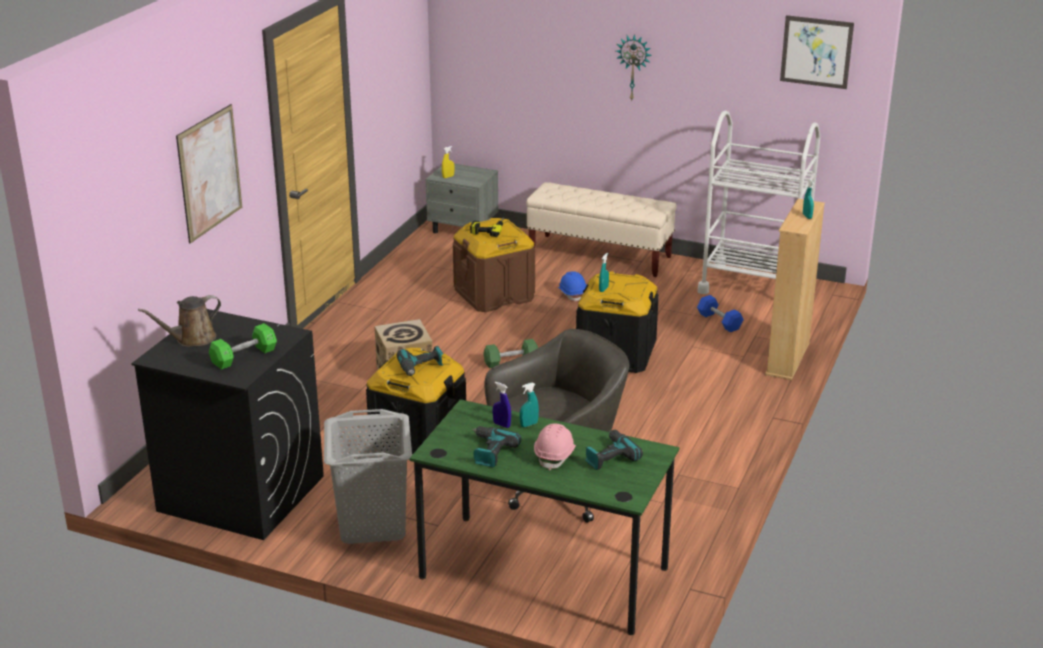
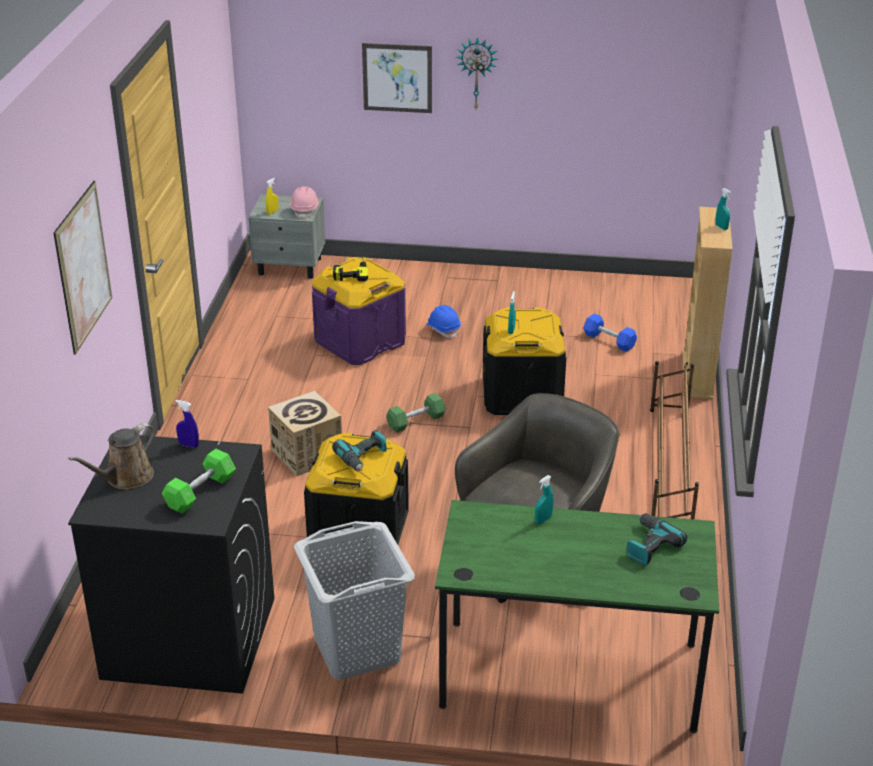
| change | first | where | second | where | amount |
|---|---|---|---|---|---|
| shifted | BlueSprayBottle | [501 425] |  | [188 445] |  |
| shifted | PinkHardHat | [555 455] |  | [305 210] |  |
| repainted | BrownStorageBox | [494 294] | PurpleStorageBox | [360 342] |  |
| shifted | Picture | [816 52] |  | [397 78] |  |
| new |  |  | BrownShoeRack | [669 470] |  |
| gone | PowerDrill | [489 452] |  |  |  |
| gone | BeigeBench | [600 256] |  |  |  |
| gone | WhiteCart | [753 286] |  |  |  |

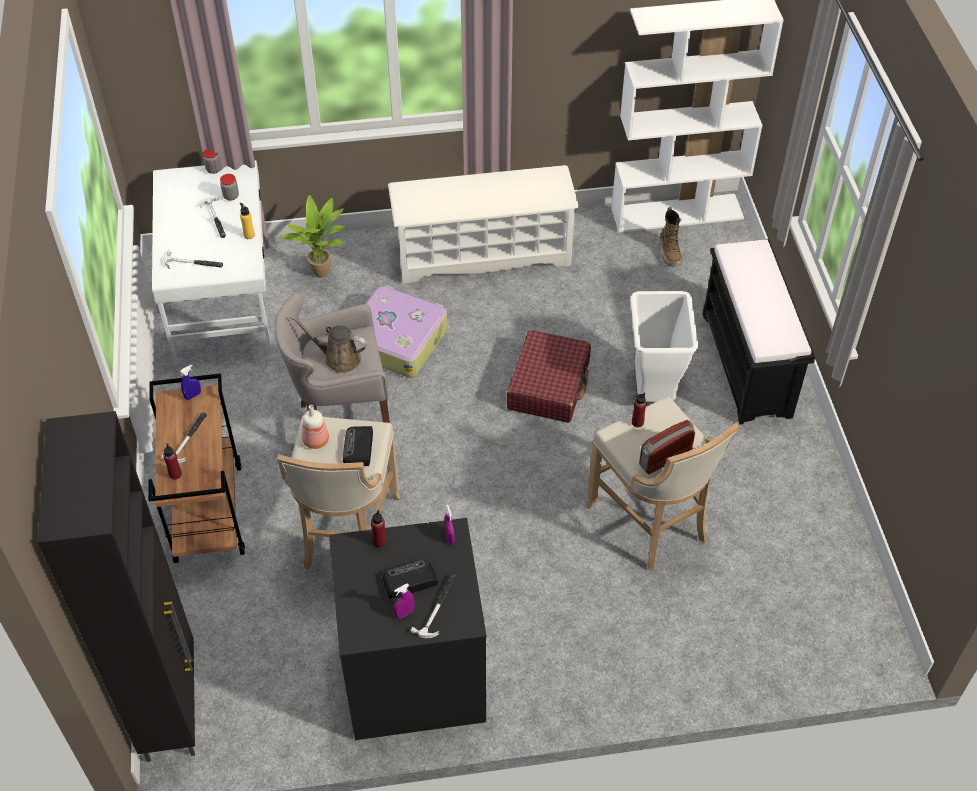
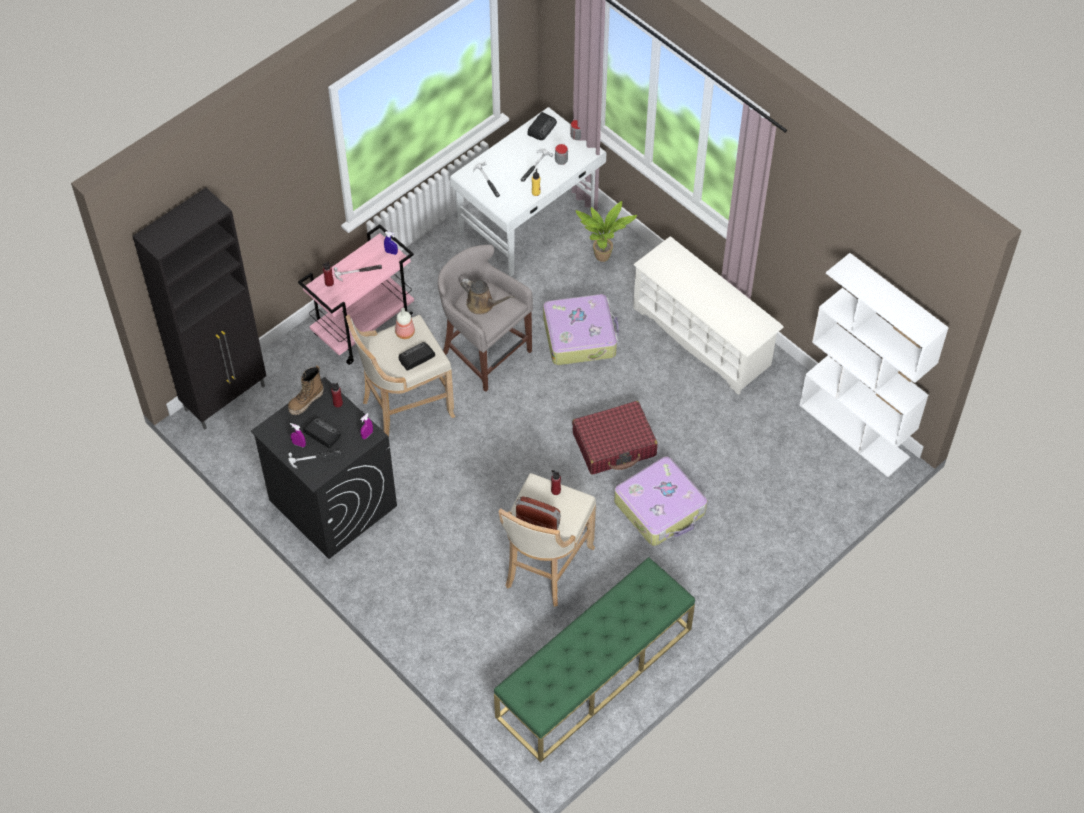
| change | first | where | second | where | amount |
|---|---|---|---|---|---|
| shifted | Boot | [669 253] |  | [306 402] |  |
| repainted | BrownCart | [207 512] | PinkCart | [364 326] |  |
| rotated | BrownWateringCan | [338 358] |  | [482 304] | 135 degrees clockwise |
| new |  |  | GreenBench | [594 673] |  |
| new |  |  | Radio | [542 128] |  |
| swapped | WhiteTrashCan | [652 391] | Suitcase | [660 508] |  |
| gone | BlackBench | [747 365] |  |  |  |

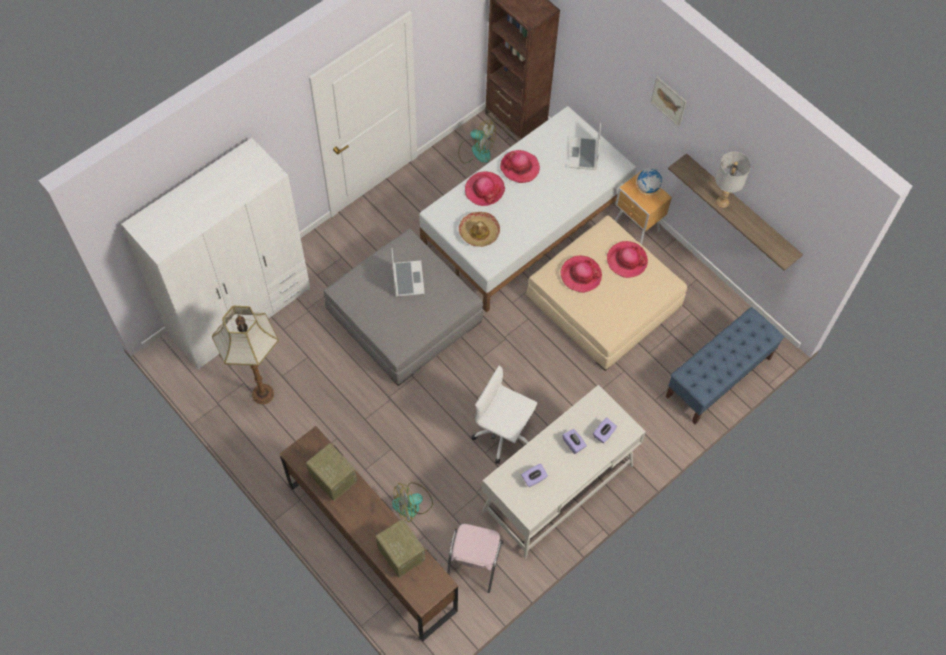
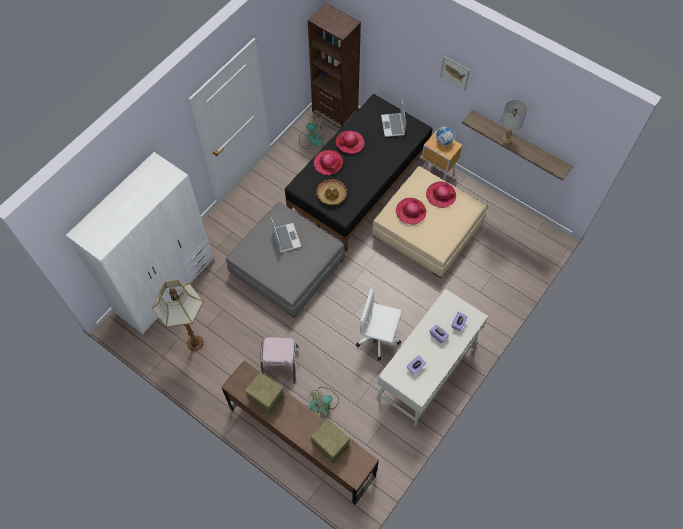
| change | first | where | second | where | amount |
|---|---|---|---|---|---|
| shifted | PinkChair | [473 563] |  | [280 365] |  |
| repainted | WhiteBed | [527 224] | BlackBed | [360 183] |  |
| gone | BlueBench | [718 377] |  |  |  |

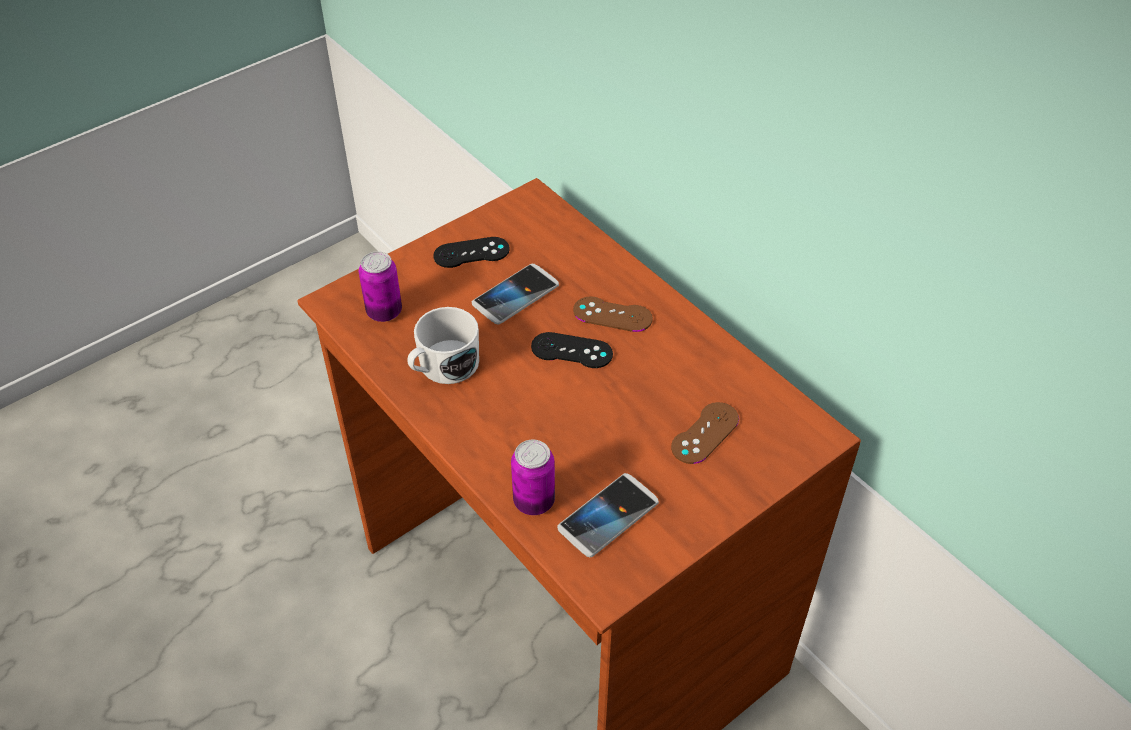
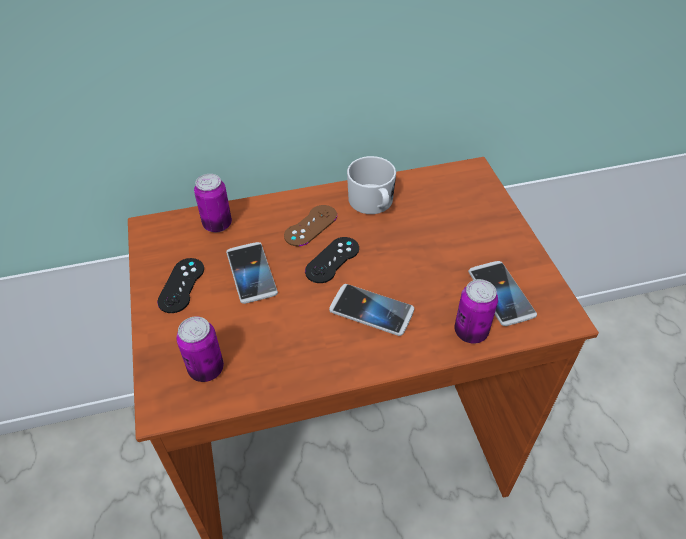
| change | first | where | second | where | amount |
|---|---|---|---|---|---|
| new |  |  | Can | [217 224] |  |
| new |  |  | Phone | [371 310] |  |
| shifted | WhiteMug | [443 367] |  | [373 203] |  |
| gone | BrownGameController | [705 433] |  |  |  |

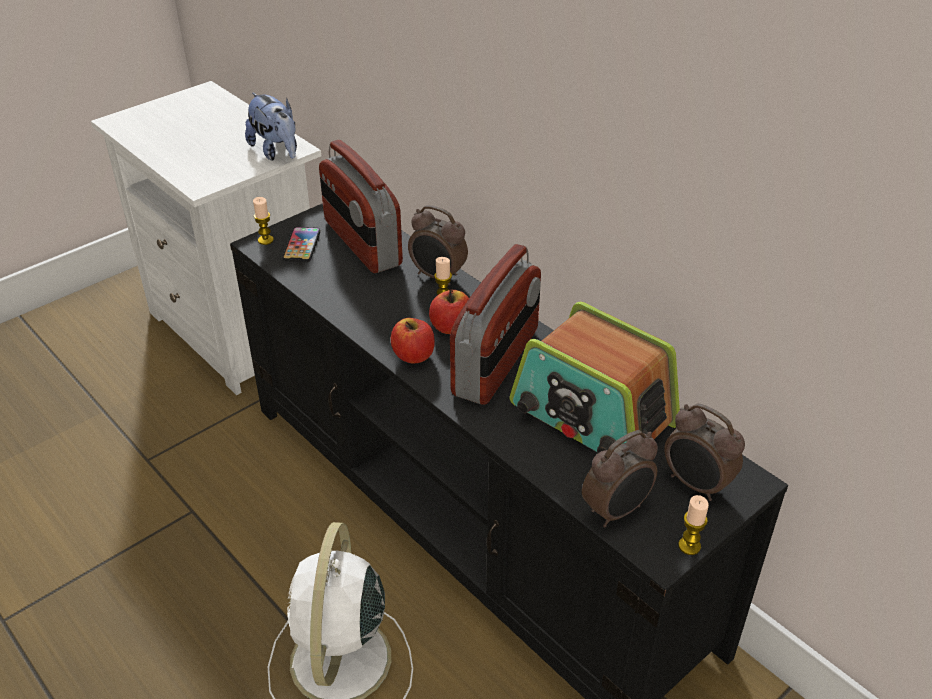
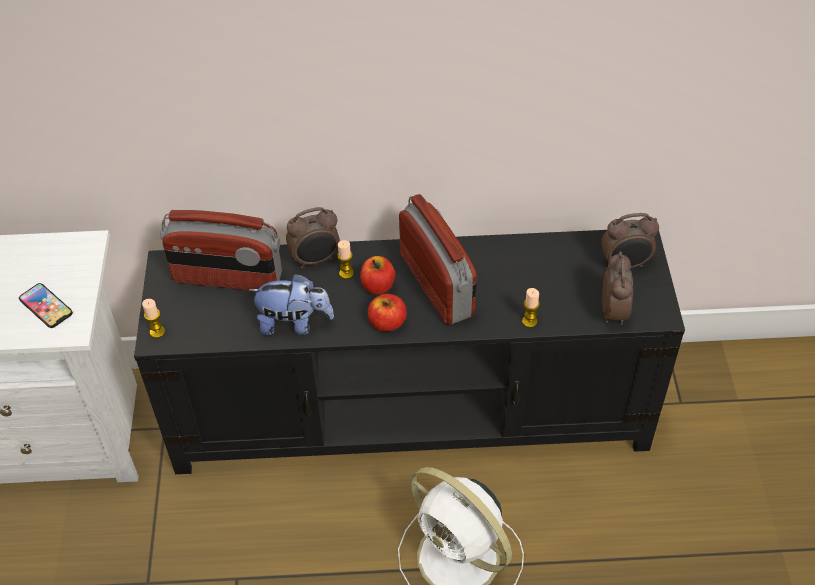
| change | first | where | second | where | amount |
|---|---|---|---|---|---|
| shifted | Phone | [301 245] |  | [46 306] |  |
| shifted | PlushToy | [276 152] |  | [294 323] |  |
| shifted | Candle | [689 546] |  | [529 321] |  |
| gone | Radio | [592 416] |  |  |  |

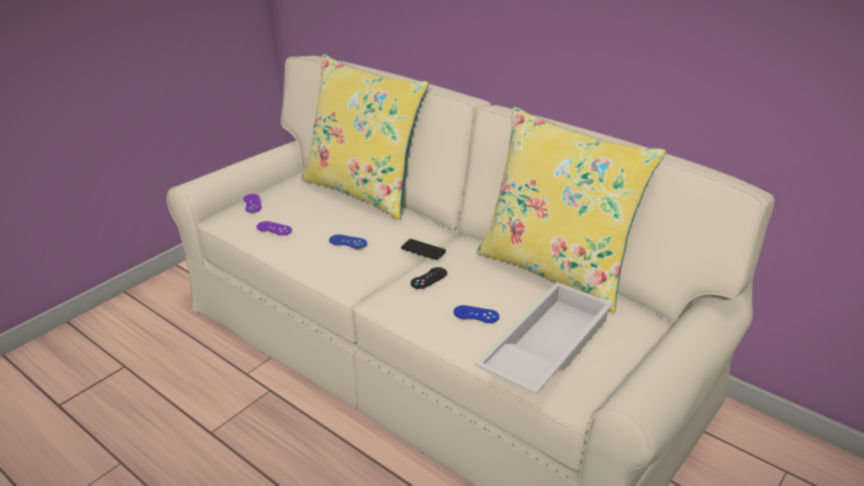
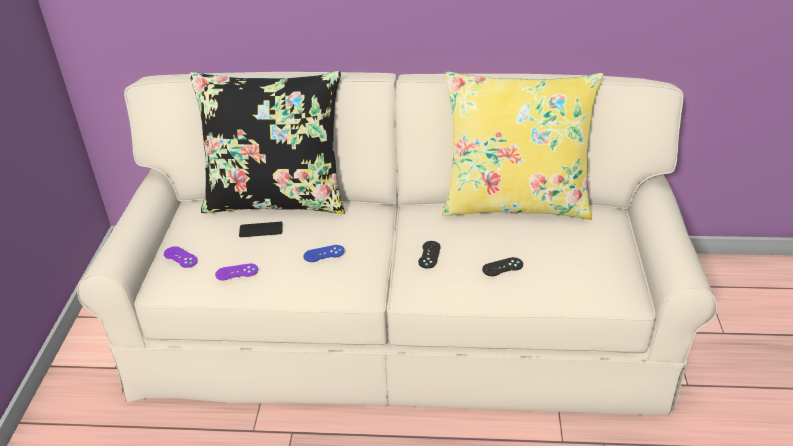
| change | first | where | second | where | amount |
|---|---|---|---|---|---|
| repainted | YellowPillow | [364 190] | BlackPillow | [277 199] |  |
| shifted | Phone | [423 250] |  | [261 230] |  |
| repainted | BlueGameController | [476 314] | BlackGameController | [502 267] |  |
| gone | WhiteTray | [544 347] |  |  |  |

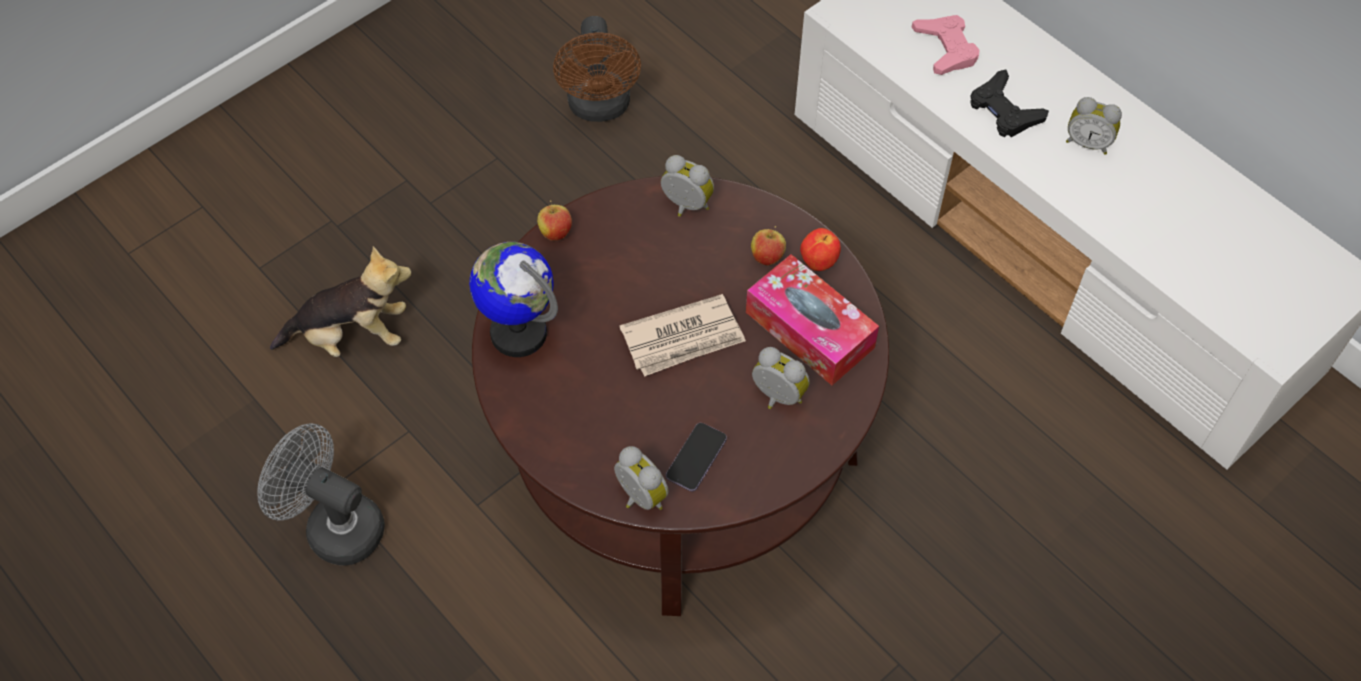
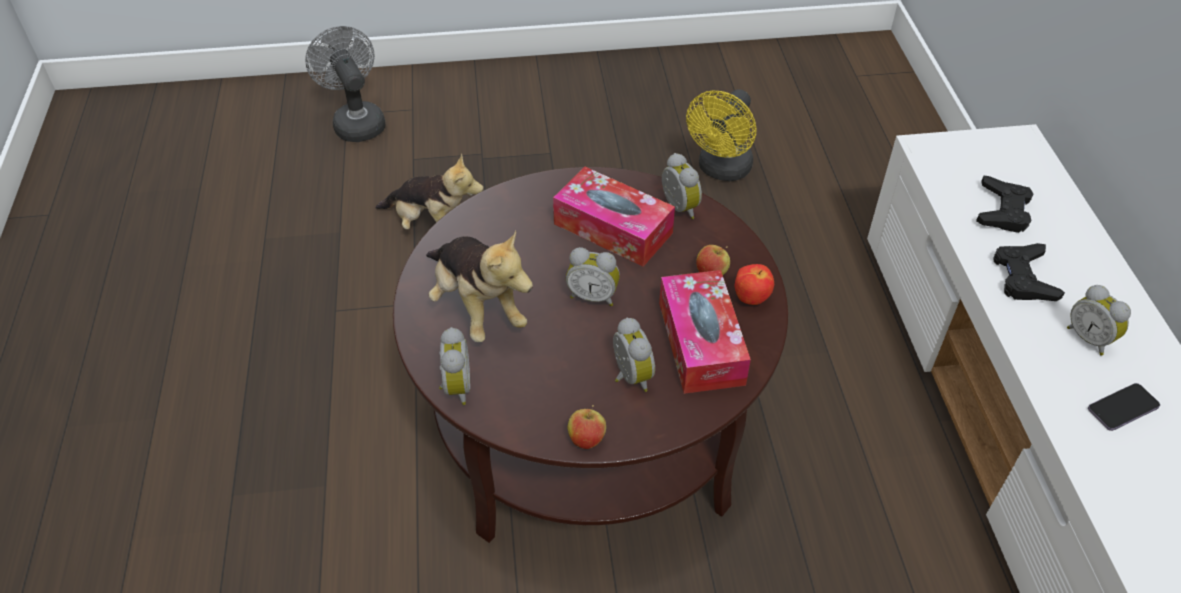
| change | first | where | second | where | amount |
|---|---|---|---|---|---|
| shifted | GreyFan | [334 526] |  | [356 121] |  |
| new |  |  | PlushToy | [477 307] |  |
| new |  |  | TissueBox | [613 228] |  |
| swapped | Newspaper | [683 338] | AlarmClock | [593 296] |  |
| shifted | Apple | [555 232] |  | [586 439] |  |
| repainted | BrownFan | [600 108] | YellowFan | [721 170] |  |
| repainted | PinkGameController | [945 49] | BlackGameController | [1002 210] |  |
| shifted | Phone | [696 458] |  | [1122 408] |  |
| gone | Globe | [518 332] |  |  |  |

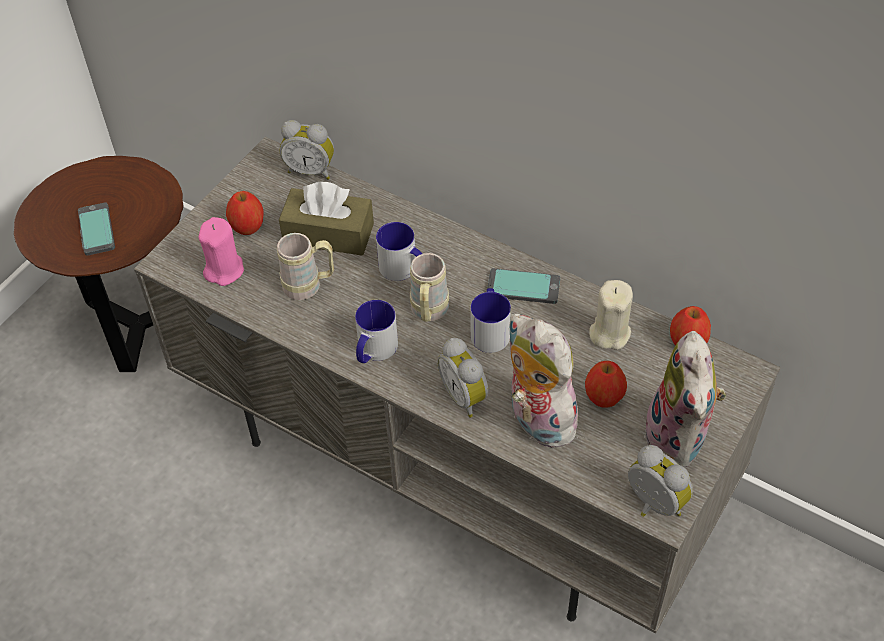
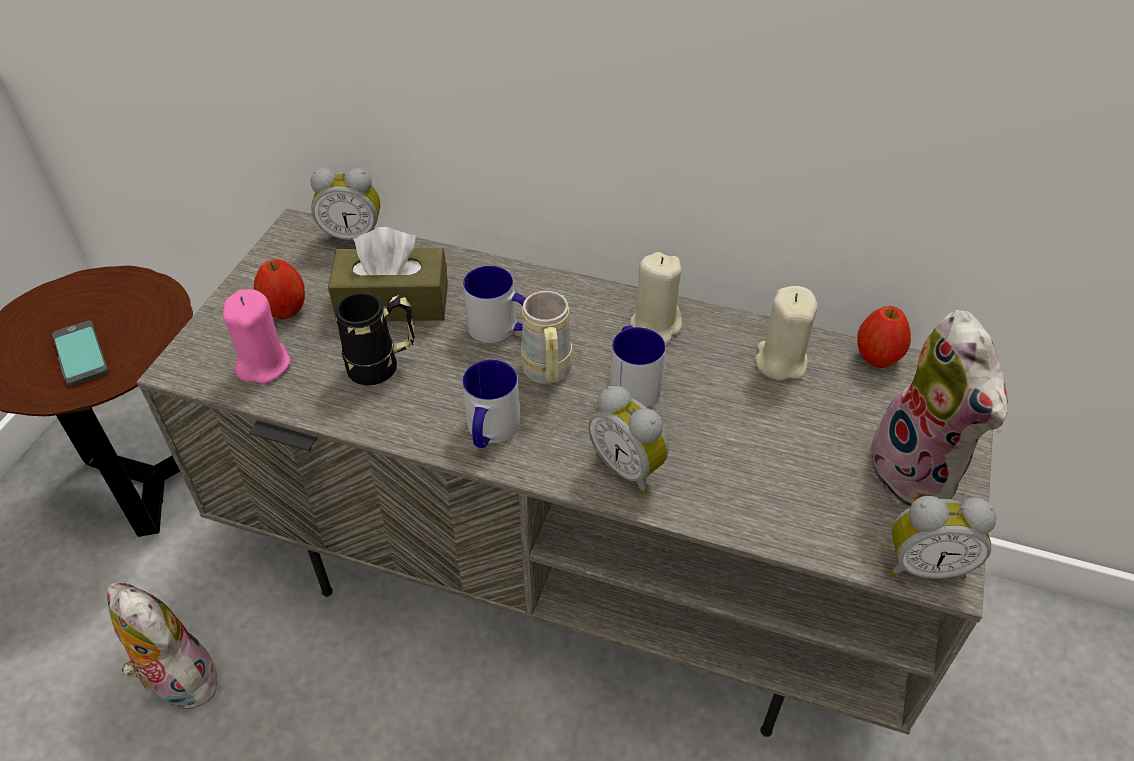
| change | first | where | second | where | amount |
|---|---|---|---|---|---|
| shifted | PlushToy | [536 419] |  | [177 680] |  |
| repainted | BeigeMug | [309 286] | BlackMug | [383 366] |  |
| swapped | Phone | [523 287] | BeigeCandle | [656 325] |  |
| rotated | AlarmClock | [653 505] |  | [924 564] | 150 degrees clockwise |
| gone | Apple | [604 397] |  |  |  |

